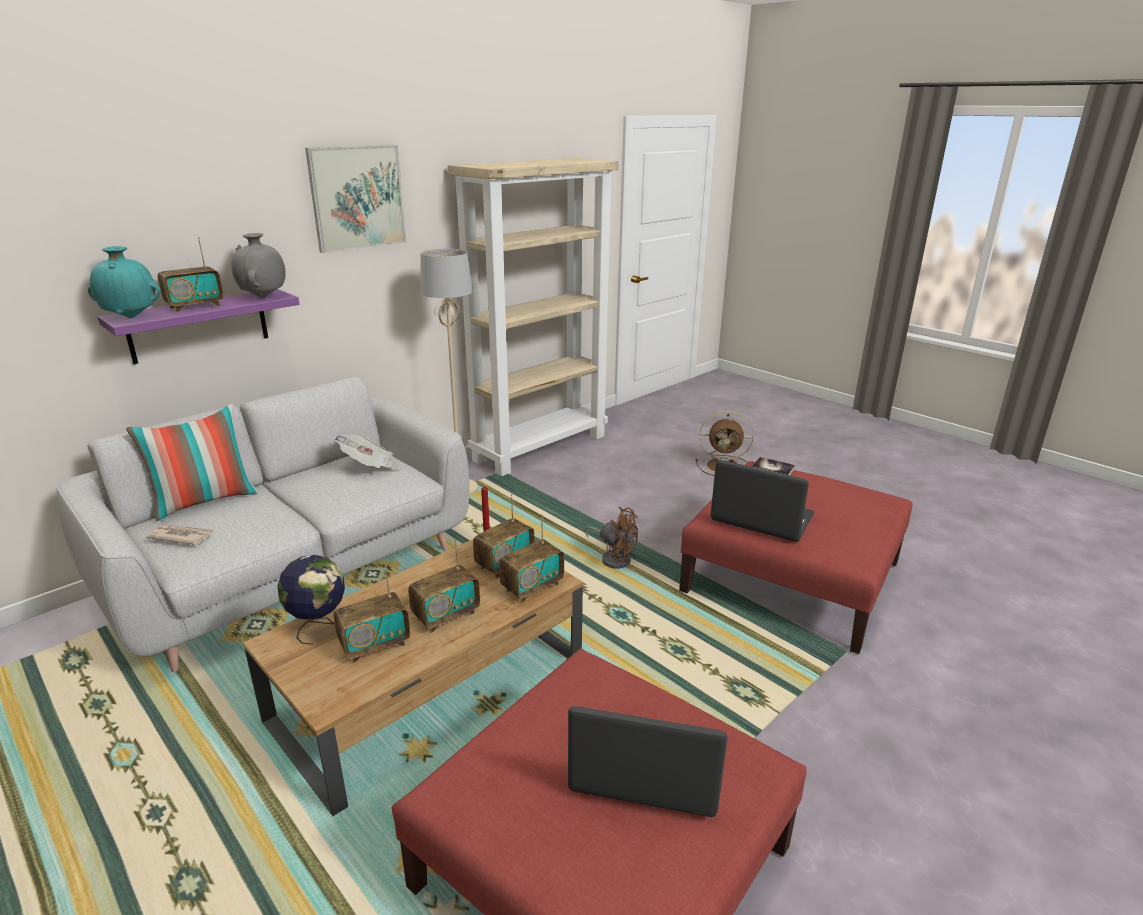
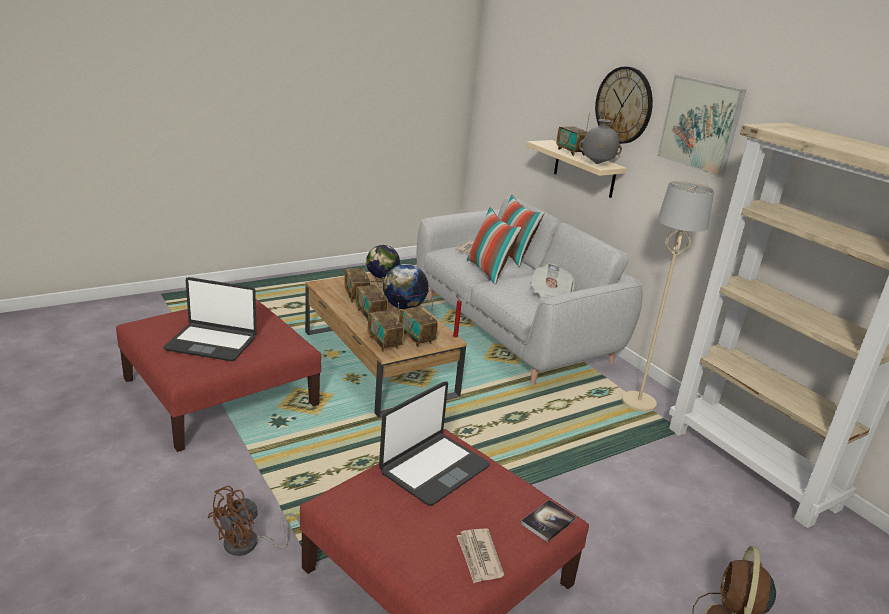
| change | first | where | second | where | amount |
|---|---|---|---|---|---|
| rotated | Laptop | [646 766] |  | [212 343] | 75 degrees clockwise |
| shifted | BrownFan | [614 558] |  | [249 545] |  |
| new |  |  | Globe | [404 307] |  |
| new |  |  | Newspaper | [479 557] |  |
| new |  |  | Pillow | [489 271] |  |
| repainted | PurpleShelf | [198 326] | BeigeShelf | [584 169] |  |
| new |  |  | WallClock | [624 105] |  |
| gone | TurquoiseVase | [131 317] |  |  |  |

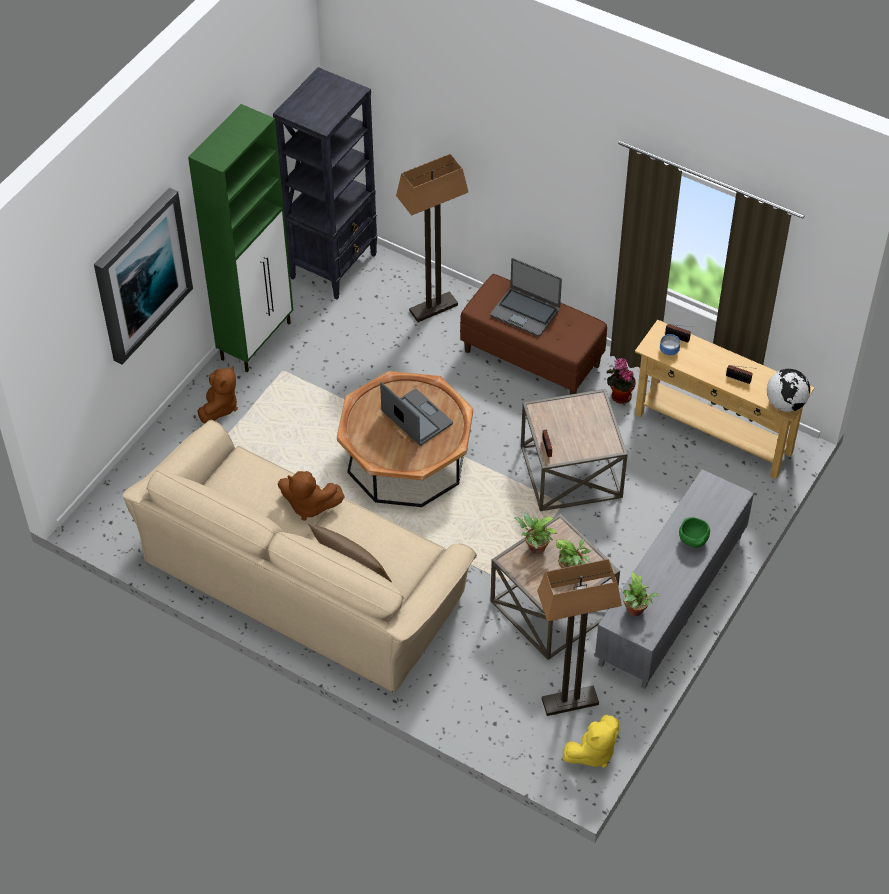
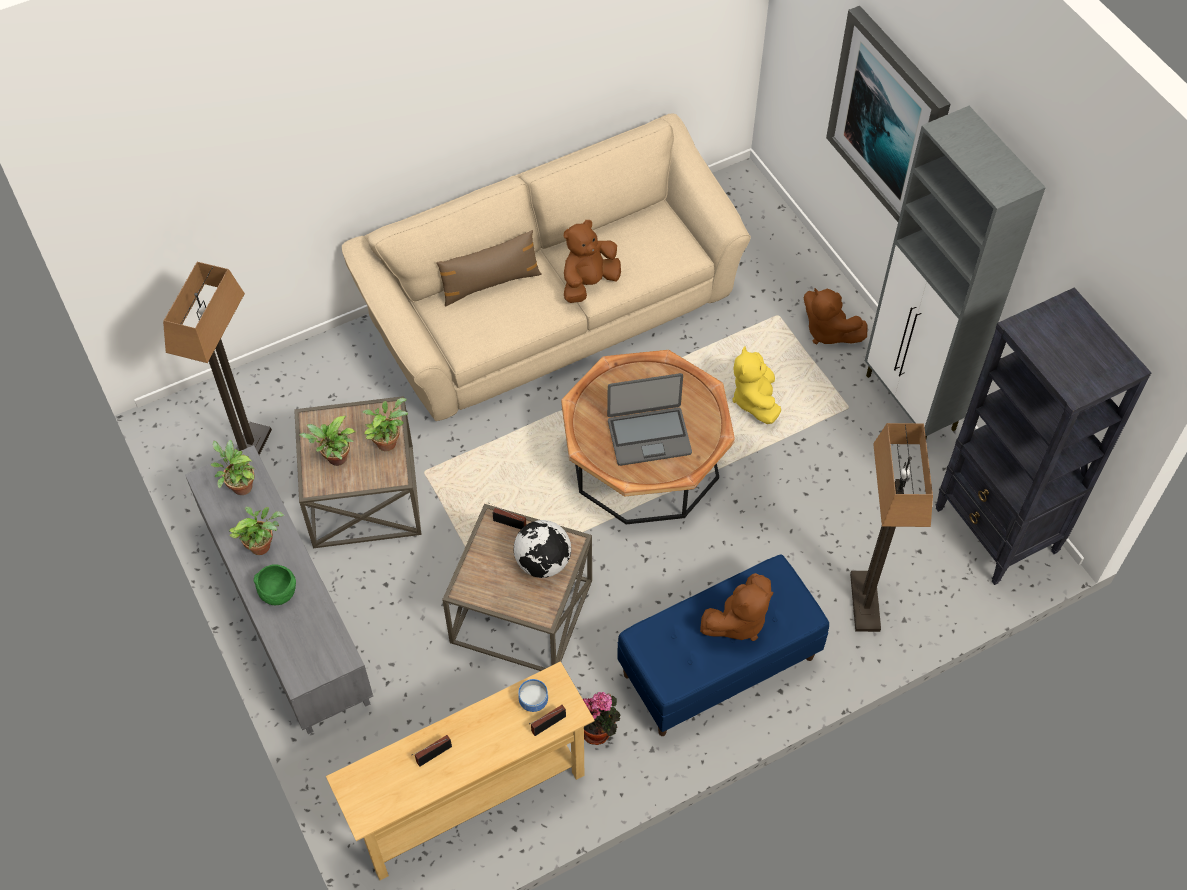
| change | first | where | second | where | amount |
|---|---|---|---|---|---|
| new |  |  | PottedPlant | [263 545] |  |
| shifted | Globe | [785 403] |  | [543 563] |  |
| repainted | BrownBench | [532 358] | BlueBench | [718 667] |  |
| swapped | Laptop | [525 312] | BrownPlushToy | [738 621] |  |
| shifted | YellowPlushToy | [593 753] |  | [755 400] |  |
| repainted | GreenCabinet | [257 340] | GreyCabinet | [911 403] |  |

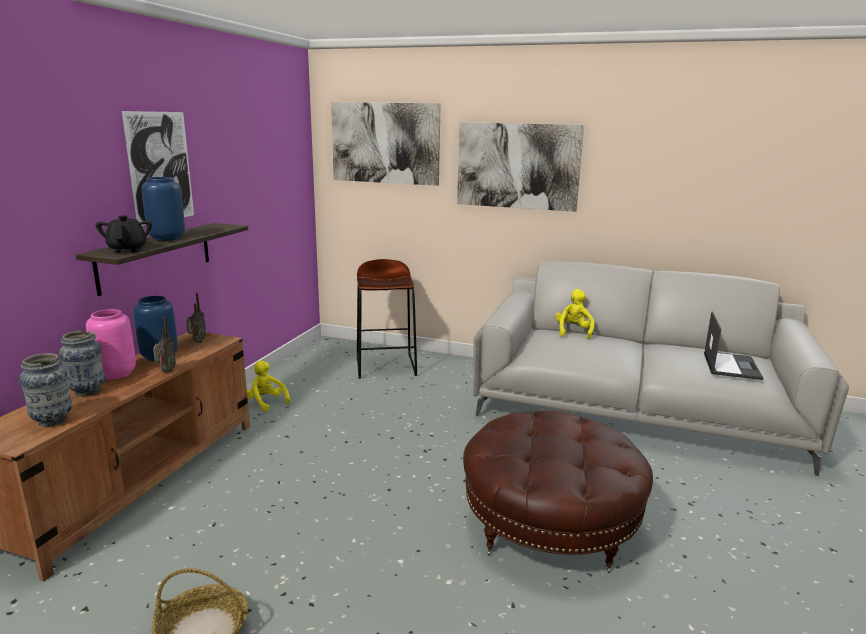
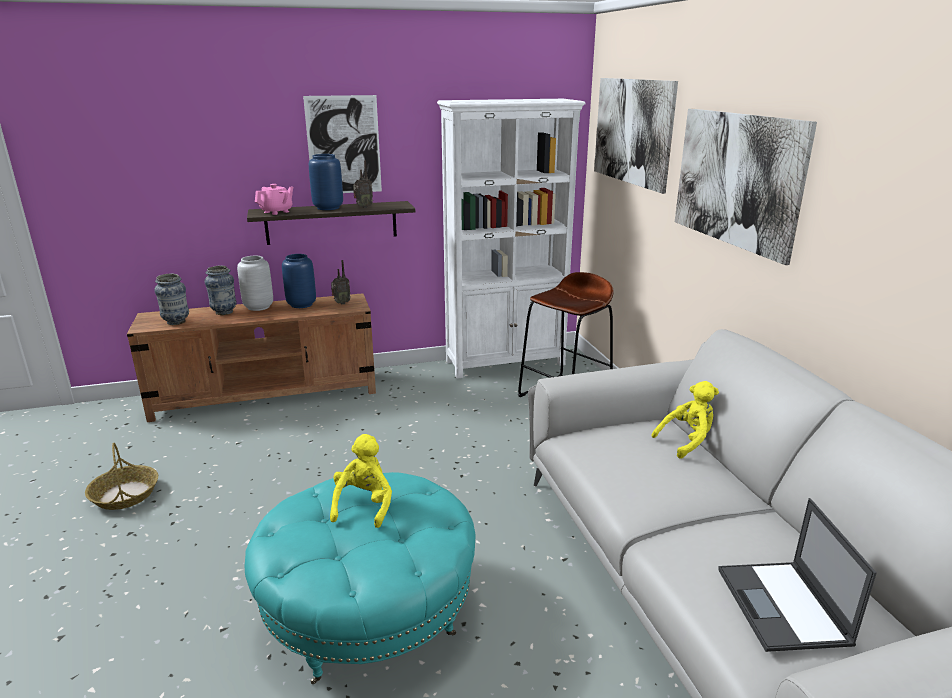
| change | first | where | second | where | amount |
|---|---|---|---|---|---|
| repainted | PinkVase | [117 374] | GreyVase | [259 307] |  |
| repainted | BrownOttoman | [549 524] | TurquoiseOttoman | [369 610] |  |
| repainted | BlackTeapot | [128 249] | PinkTeapot | [277 212] |  |
| shifted | YellowPlushToy | [266 402] |  | [364 505] |  |
| shifted | Radio | [166 371] |  | [363 207] |  |
| new |  |  | WhiteBookcase | [506 362] |  |
| rotated | Laptop | [731 365] |  | [783 607] | 105 degrees clockwise |

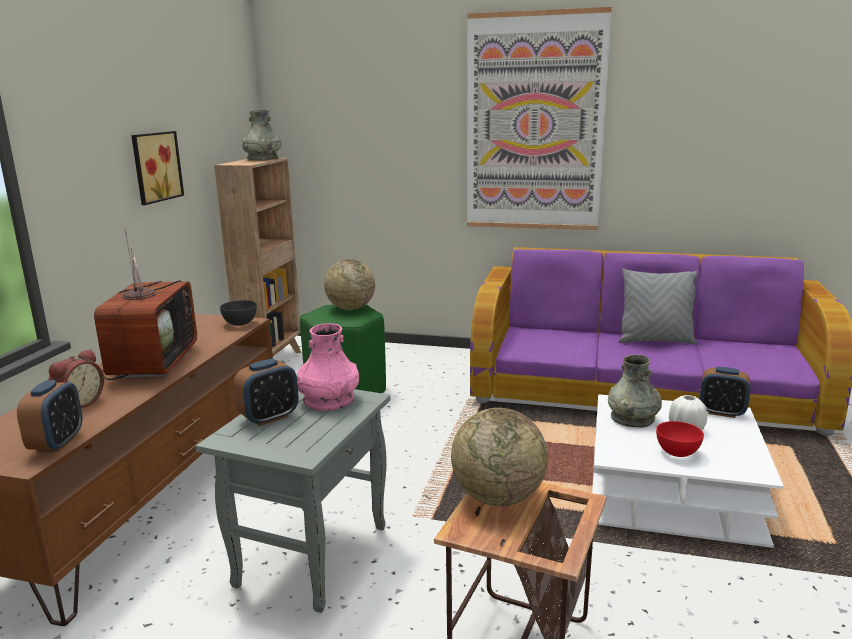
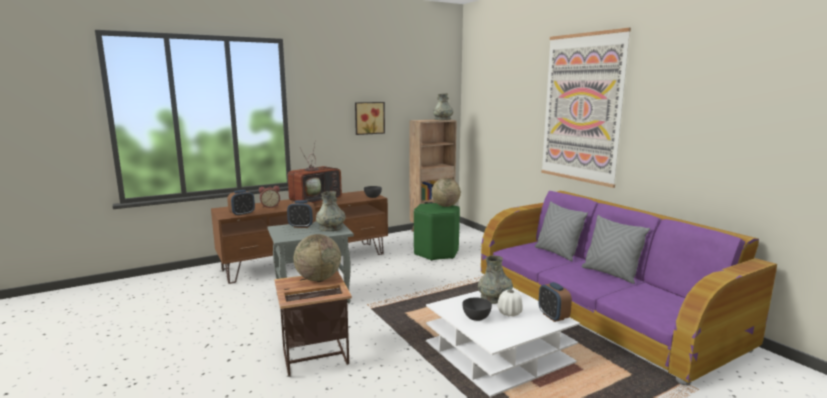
| change | first | where | second | where | amount |
|---|---|---|---|---|---|
| repainted | PinkVase | [329 399] | GreyVase | [331 228] |  |
| repainted | RedBowl | [678 452] | GreyBowl | [476 318] |  |
| new |  |  | GreyPillow | [557 253] |  |

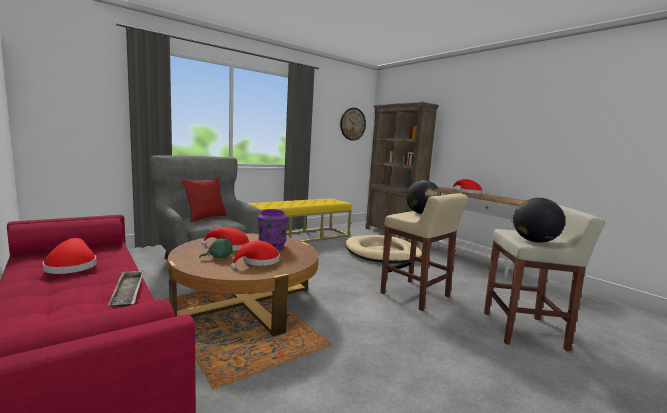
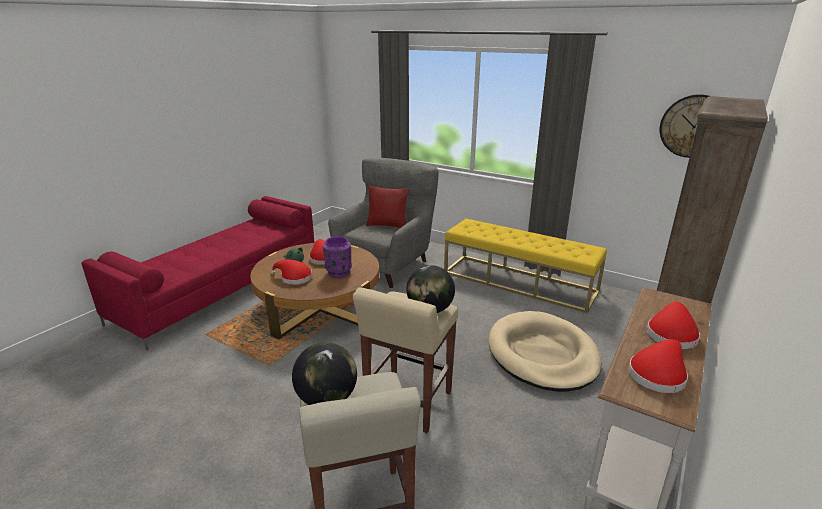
| change | first | where | second | where | amount |
|---|---|---|---|---|---|
| shifted | RedHat | [71 266] |  | [657 374] |  |
| gone | Tray | [128 292] |  |  |  |

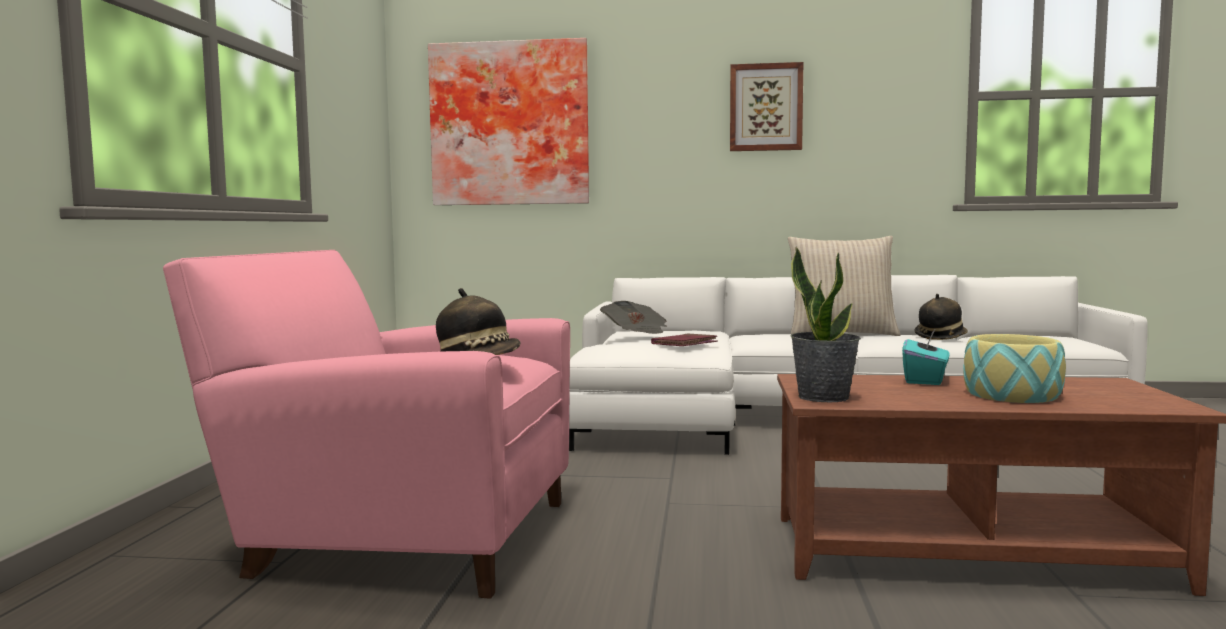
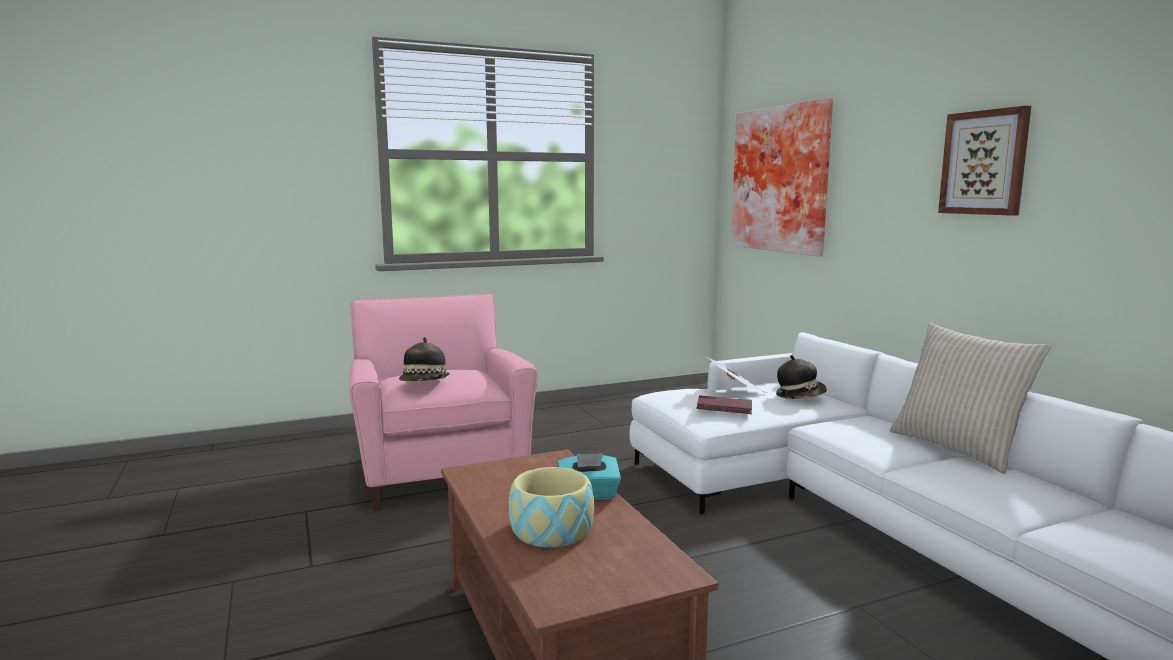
| change | first | where | second | where | amount |
|---|---|---|---|---|---|
| shifted | Hat | [940 337] |  | [800 396] |  |
| gone | PottedPlant | [823 397] |  |  |  |

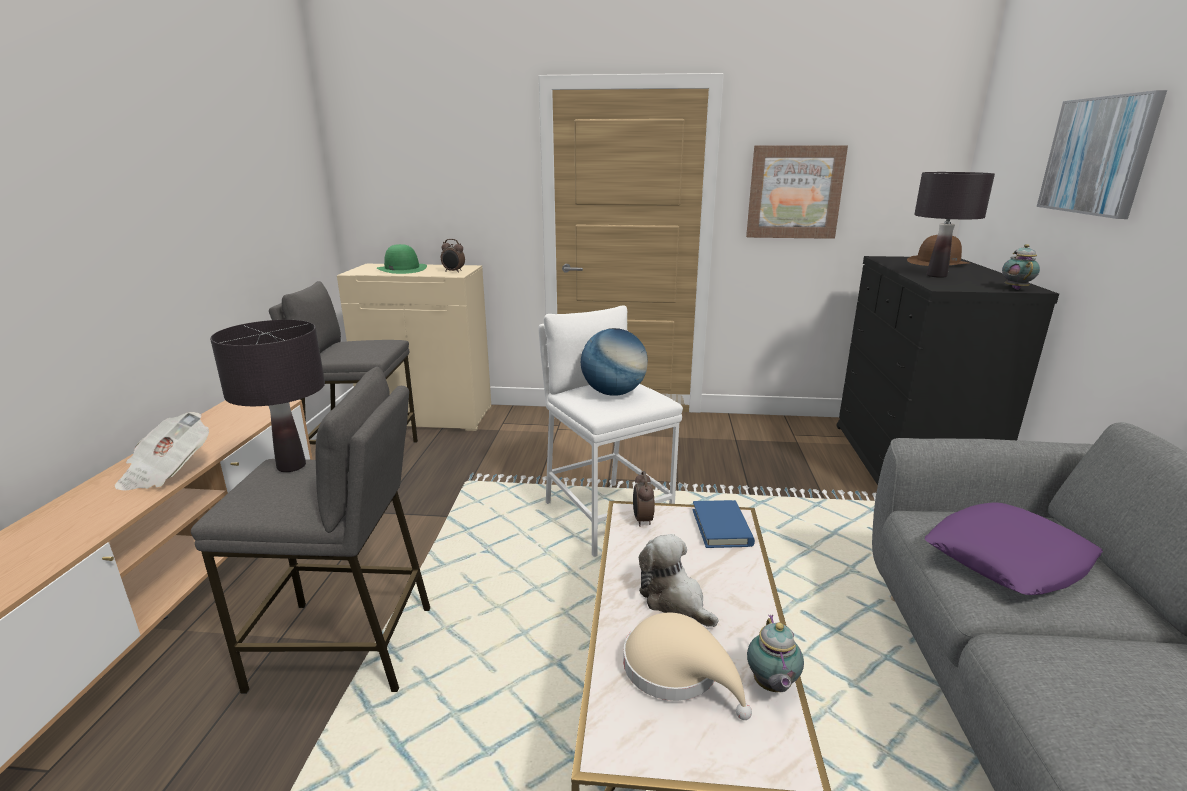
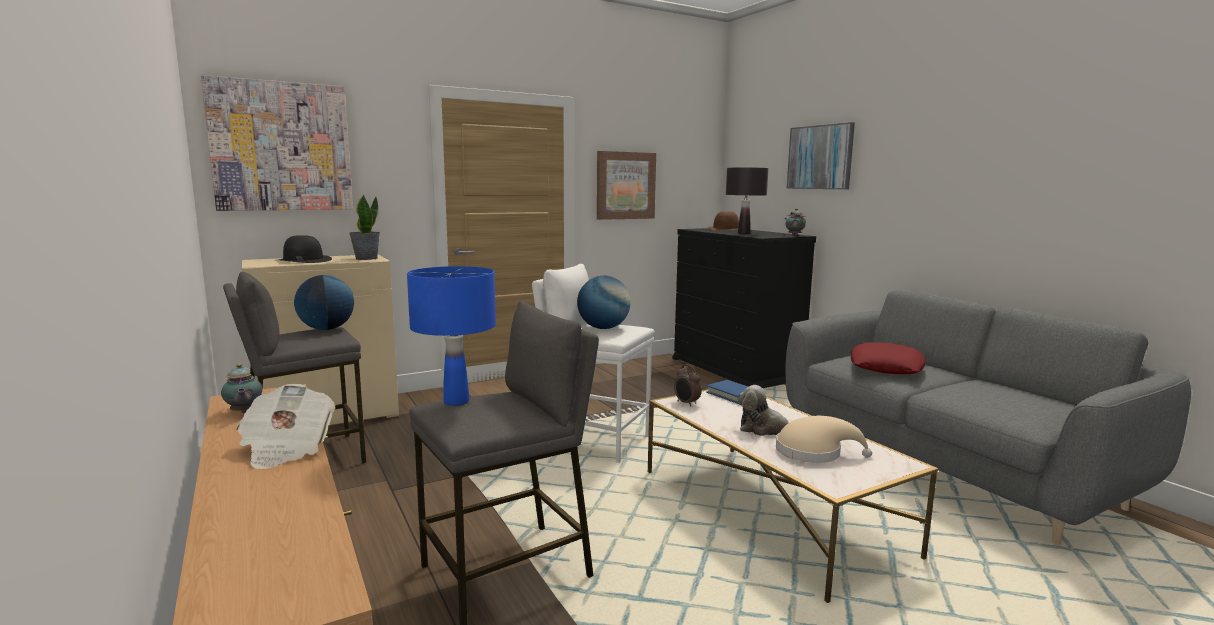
| change | first | where | second | where | amount |
|---|---|---|---|---|---|
| new |  |  | Picture | [281 147] |  |
| shifted | Teapot | [771 686] |  | [243 412] |  |
| repainted | GreenHat | [402 269] | BlackHat | [303 260] |  |
| new |  |  | Globe | [326 329] |  |
| swapped | AlarmClock | [453 271] | PottedPlant | [366 258] |  |
| repainted | BlackTableLamp | [292 466] | BlueTableLamp | [456 401] |  |
| repainted | PurplePillow | [1007 558] | RedPillow | [885 366] |  |

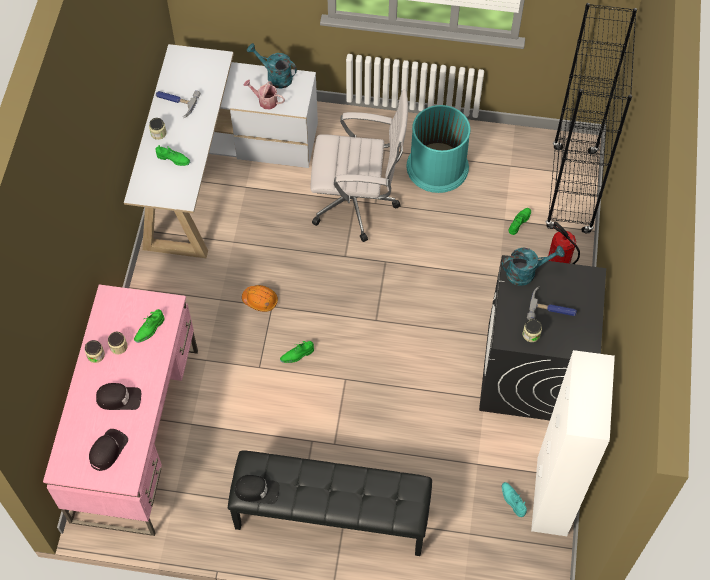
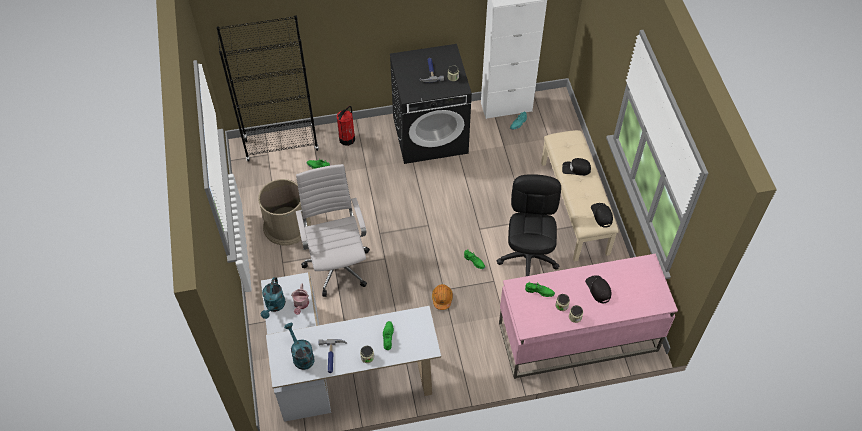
| change | first | where | second | where | amount |
|---|---|---|---|---|---|
| repainted | TurquoiseTrashCan | [437 166] | BrownTrashCan | [286 225] |  |
| shifted | TurquoiseWateringCan | [526 272] |  | [301 355] |  |
| new |  |  | BlackOfficeChair | [528 257] |  |
| repainted | BlackBench | [331 517] | BeigeBench | [575 207] |  |
| shifted | BlackCap | [108 450] |  | [576 169] |  |

